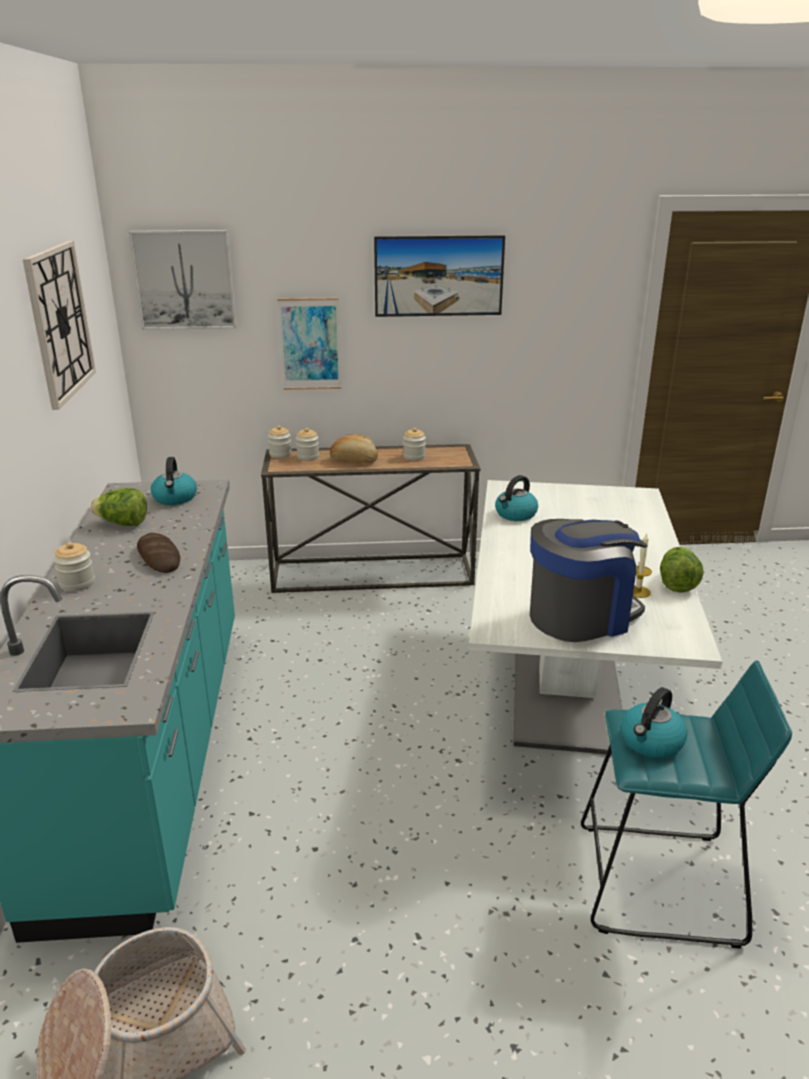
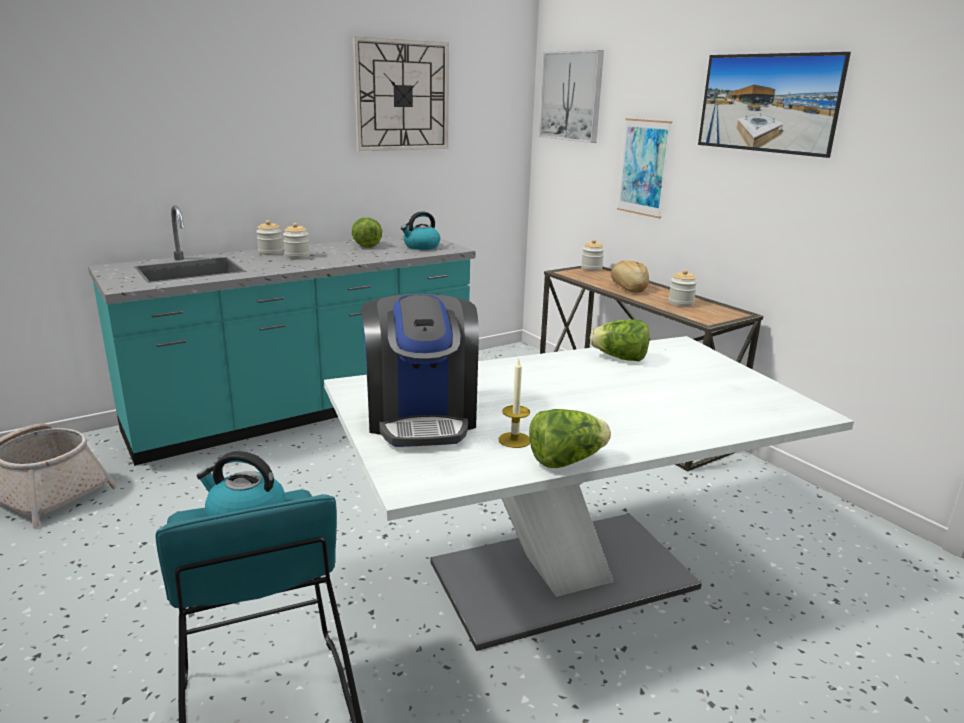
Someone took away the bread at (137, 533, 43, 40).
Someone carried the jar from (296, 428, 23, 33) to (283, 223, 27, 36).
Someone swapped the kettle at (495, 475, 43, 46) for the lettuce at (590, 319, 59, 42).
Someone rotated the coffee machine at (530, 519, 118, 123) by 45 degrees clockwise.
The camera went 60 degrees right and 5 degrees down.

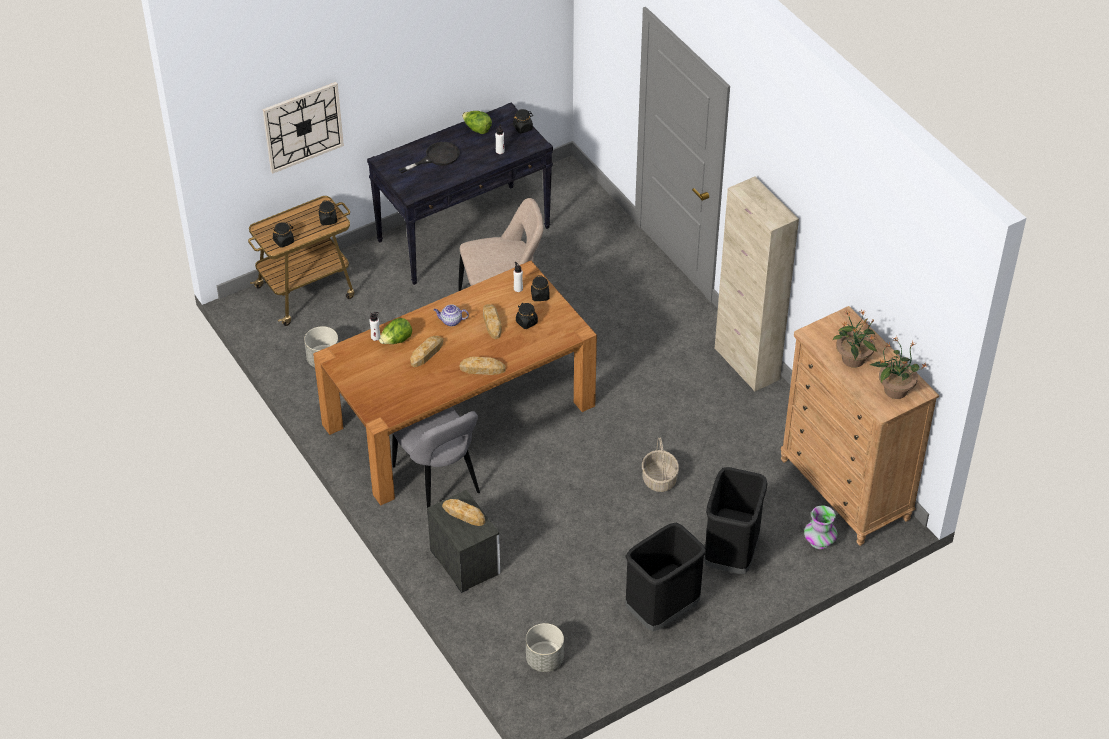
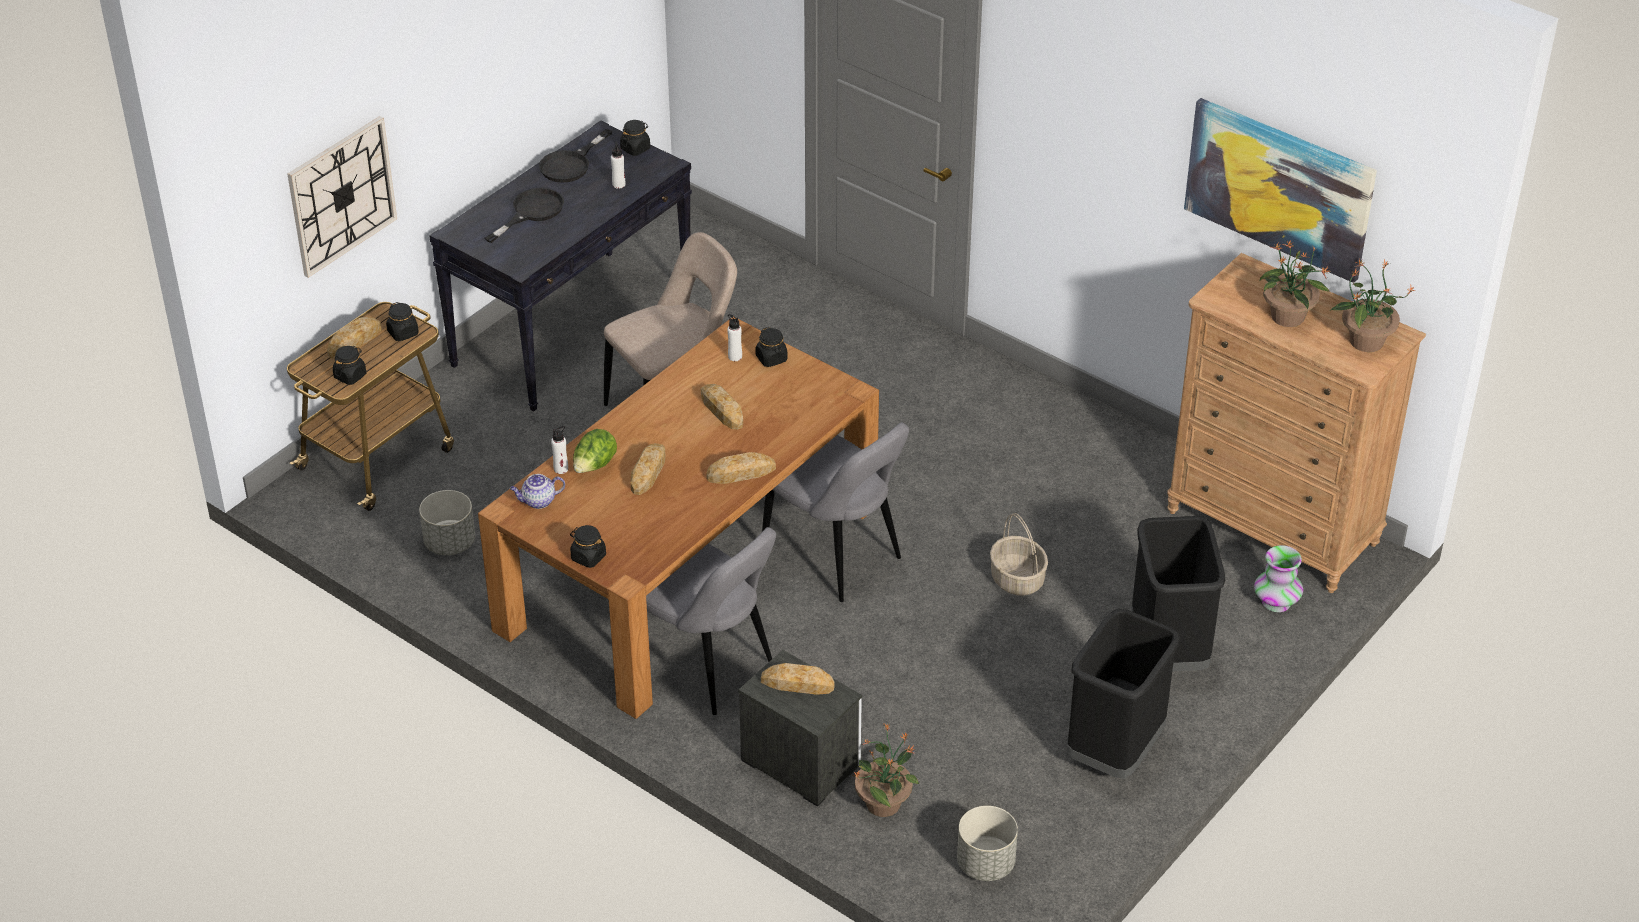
Someone took away the beige cabinet at (715, 177, 84, 215).
Someone put down the bread at (327, 317, 54, 42).
Someone put down the grey chair at (762, 422, 147, 180).
Someone put down the potted plant at (853, 723, 66, 94).
Someone put up the picture at (1184, 98, 193, 185).
Someone carried the teapot from (434, 304, 35, 22) to (510, 474, 55, 35).
Someone carried the black jar from (516, 303, 22, 26) to (570, 525, 36, 43).
Someone swapped the lettuce at (462, 111, 30, 23) for the black frying pan at (539, 129, 73, 54).
The camera went 20 degrees left and 5 degrees down.

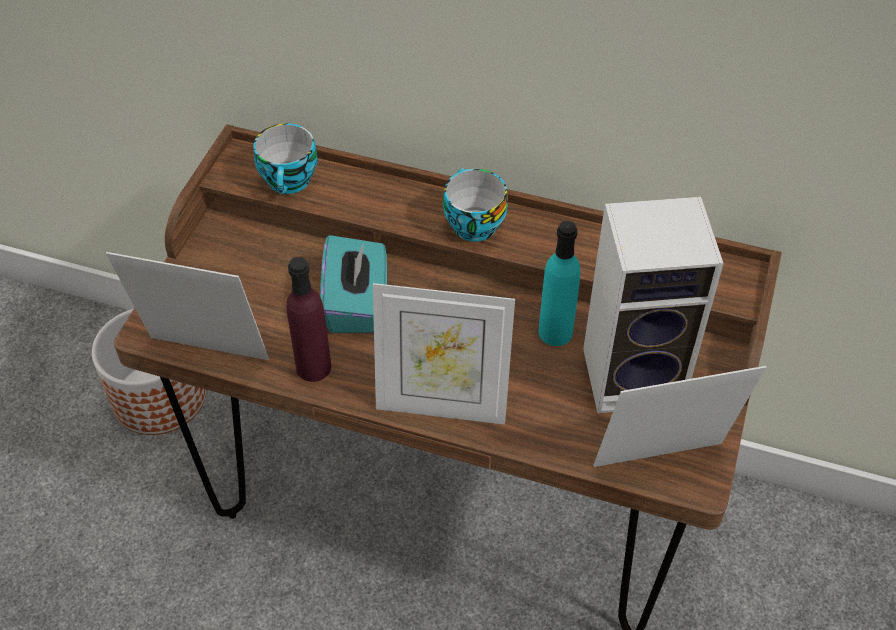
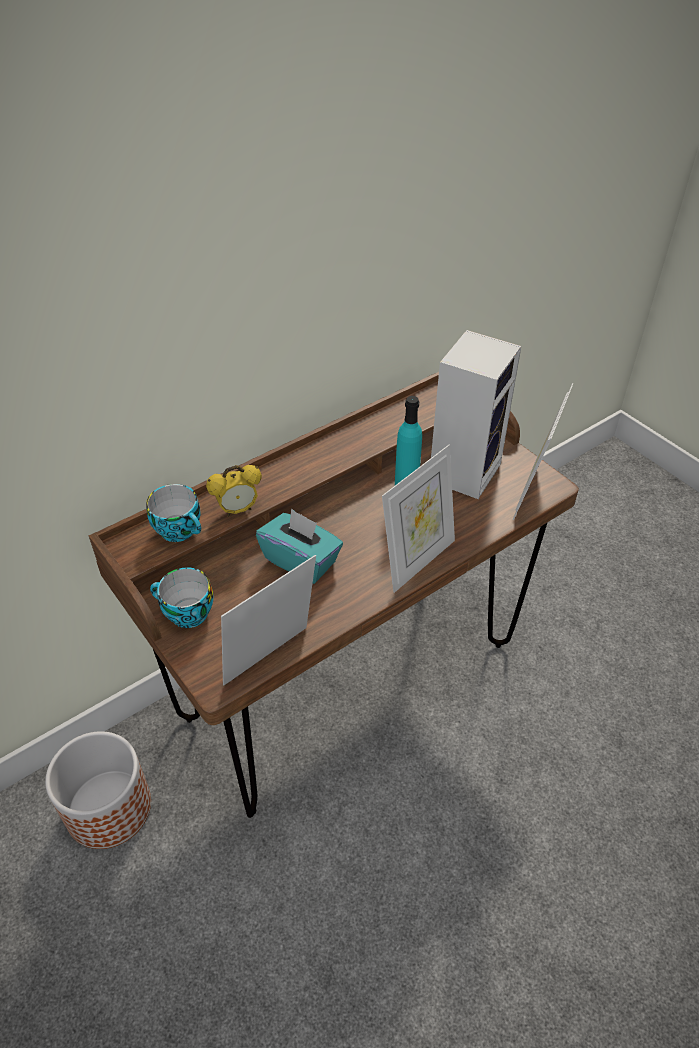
Someone took away the purple bottle at (287, 257, 44, 125).
Someone put down the alarm clock at (206, 465, 56, 52).
Someone carried the cup from (443, 168, 65, 74) to (150, 567, 64, 61).
The camera went 55 degrees left and 5 degrees down.

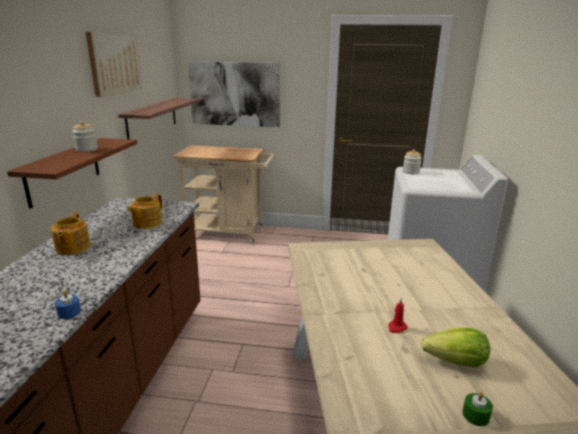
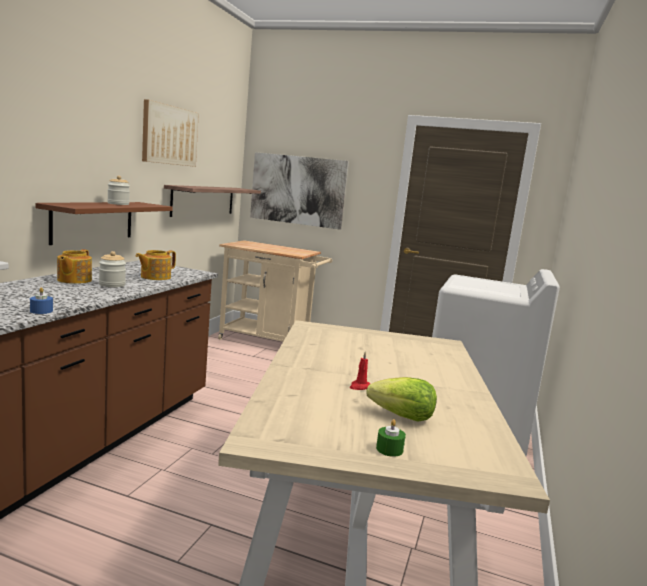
Someone carried the jar from (403, 150, 19, 24) to (99, 251, 27, 36).
The camera went 10 degrees right and 10 degrees down.

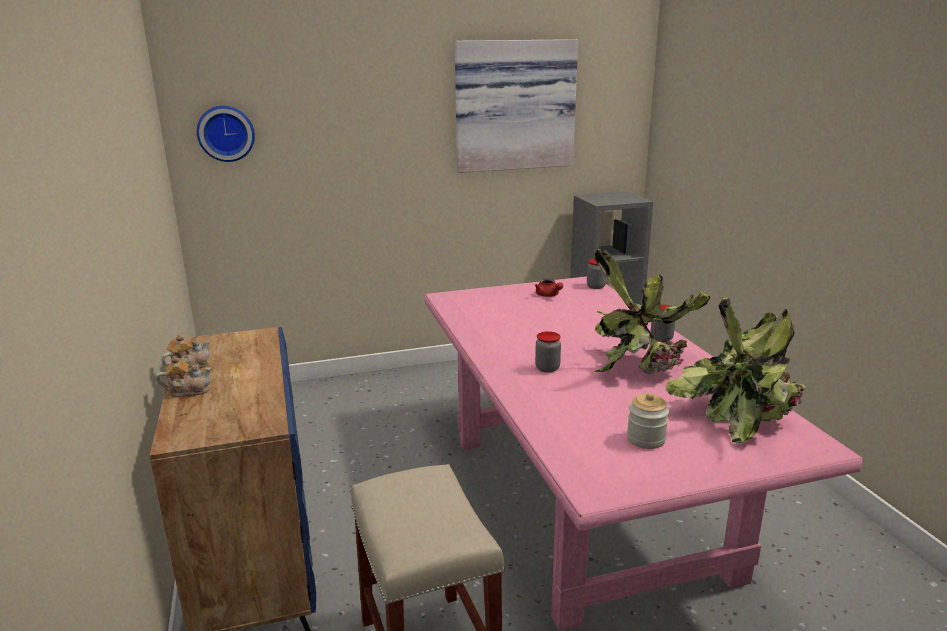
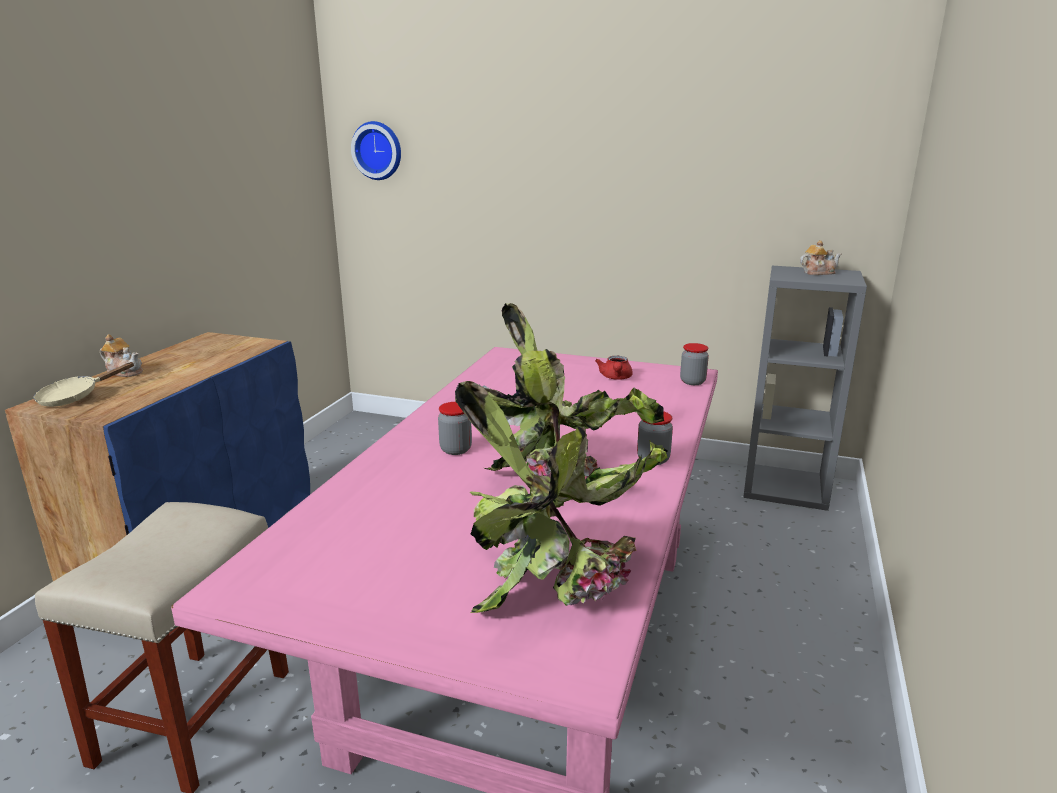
Someone took away the picture at (455, 39, 123, 134).
Someone took away the jar at (627, 393, 42, 56).
Someone put down the beige frying pan at (33, 362, 102, 45).
Someone carried the teapot from (161, 335, 49, 36) to (800, 240, 41, 35).
The camera went 35 degrees right and 0 degrees up.

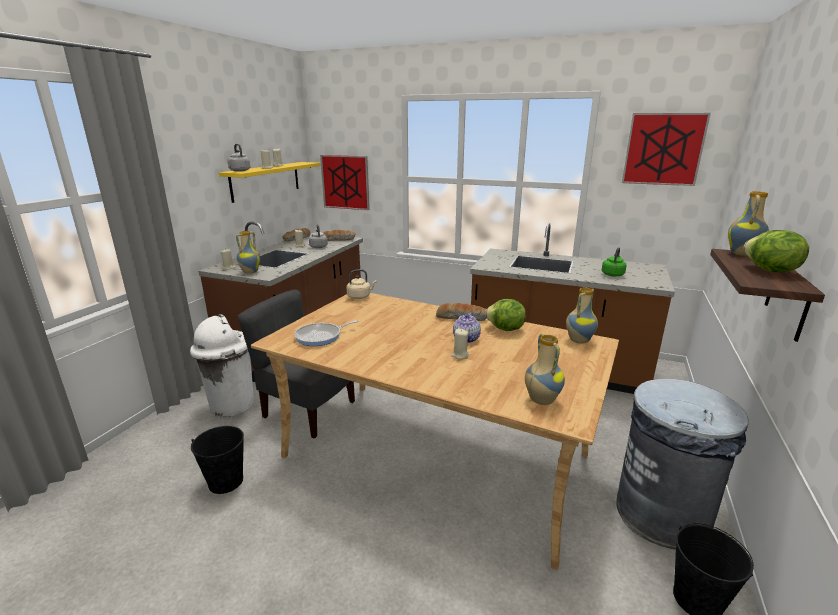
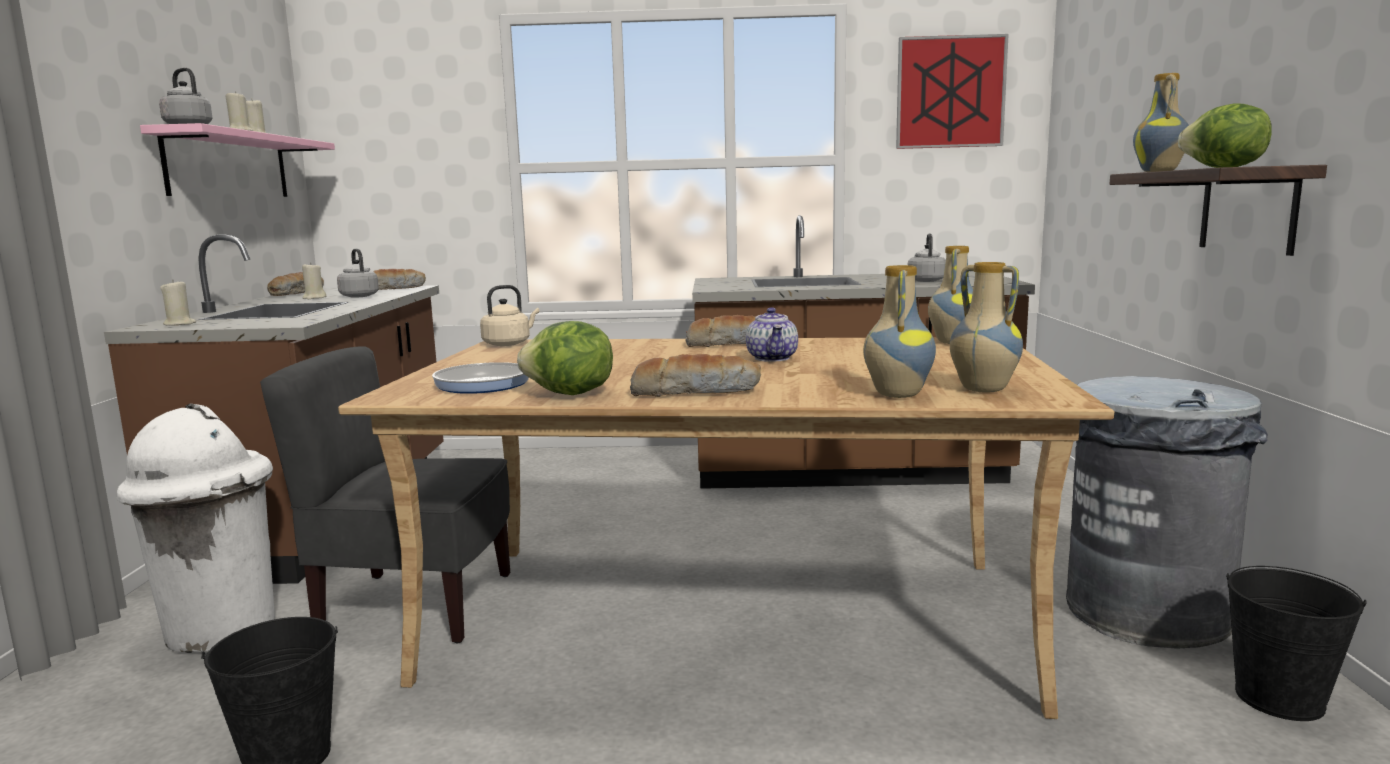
Someone took away the picture at (320, 155, 50, 55).
Someone took away the beige candle at (451, 328, 18, 31).
Someone put down the bread at (630, 354, 131, 43).
Someone carried the vase from (236, 231, 25, 43) to (863, 265, 73, 133).
Someone carried the lettuce from (485, 299, 41, 32) to (517, 321, 96, 74).
Someone repainted the yellow shelf at (219, 162, 101, 41), which became the pink shelf at (140, 123, 195, 74).
Someone repainted the green kettle at (602, 247, 24, 29), which became the grey kettle at (908, 234, 38, 48).
The camera went 20 degrees left and 10 degrees down.

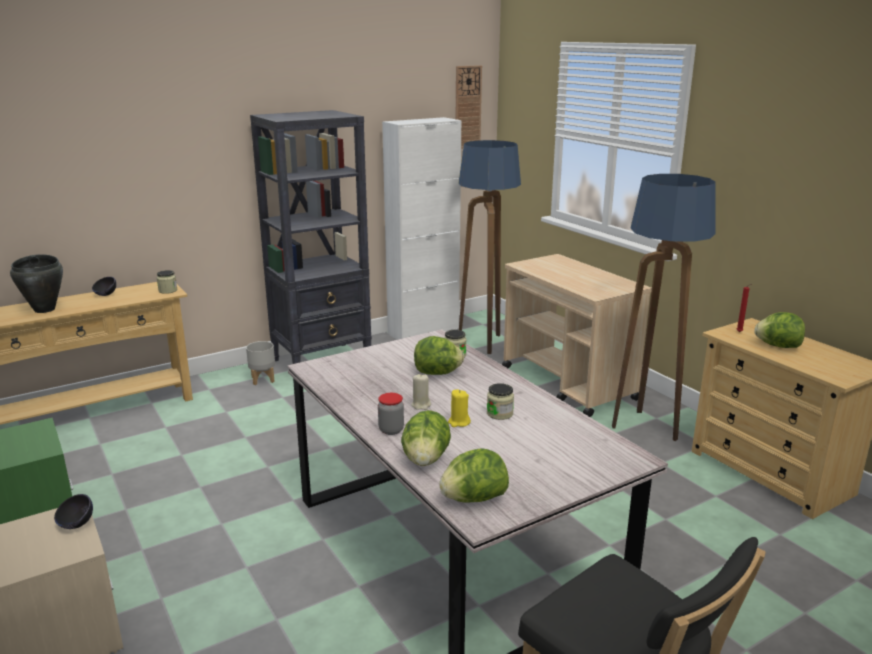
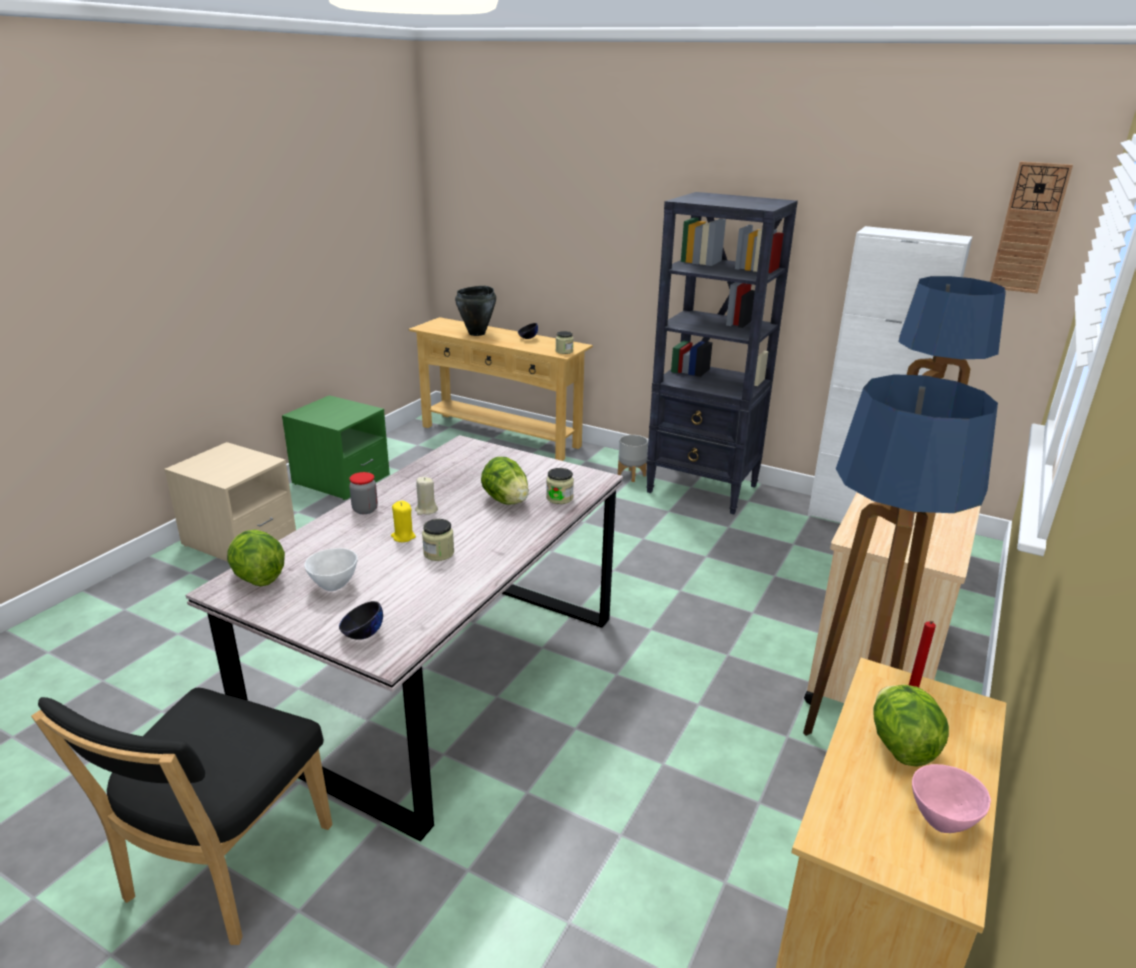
Someone took away the lettuce at (401, 410, 50, 56).
Someone put down the white bowl at (304, 548, 54, 43).
Someone put down the pink bowl at (912, 764, 79, 69).
Someone carried the black bowl from (54, 494, 39, 35) to (339, 601, 44, 39).
The camera went 60 degrees right and 5 degrees up.

